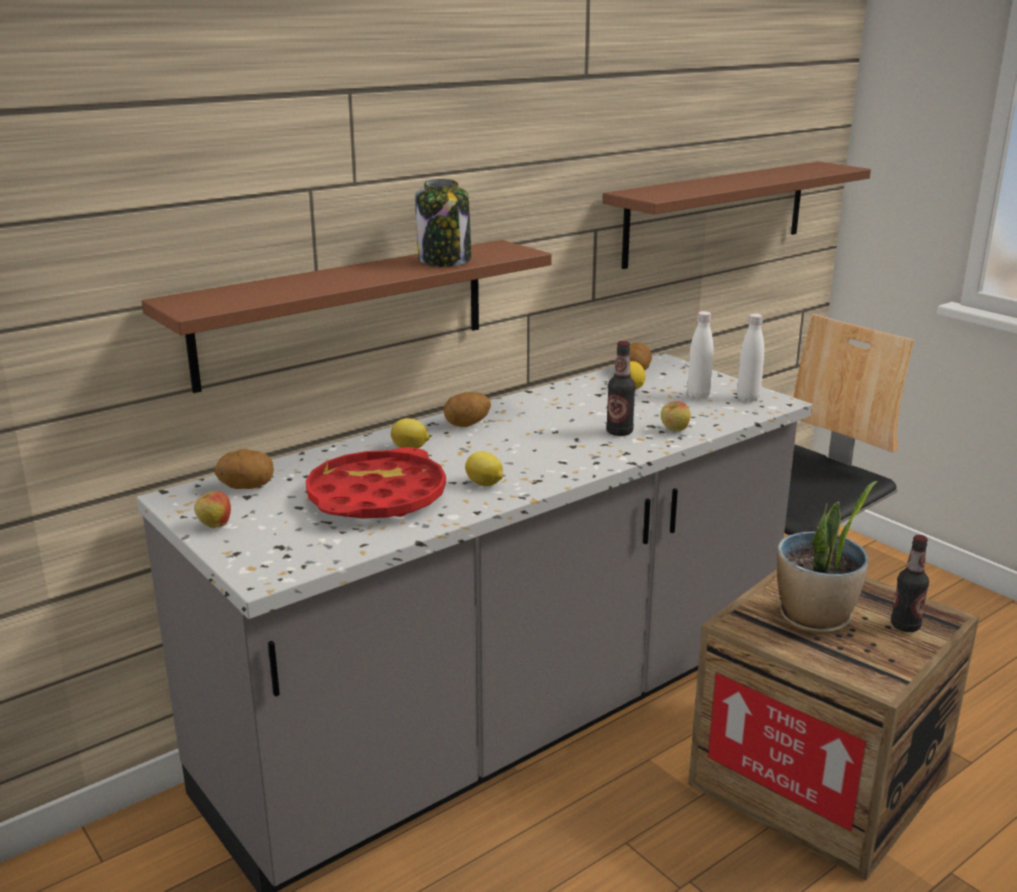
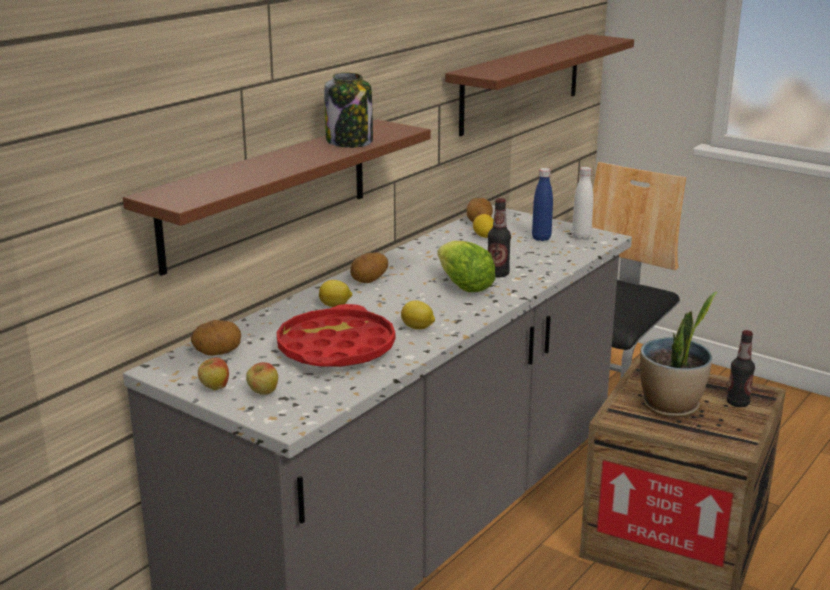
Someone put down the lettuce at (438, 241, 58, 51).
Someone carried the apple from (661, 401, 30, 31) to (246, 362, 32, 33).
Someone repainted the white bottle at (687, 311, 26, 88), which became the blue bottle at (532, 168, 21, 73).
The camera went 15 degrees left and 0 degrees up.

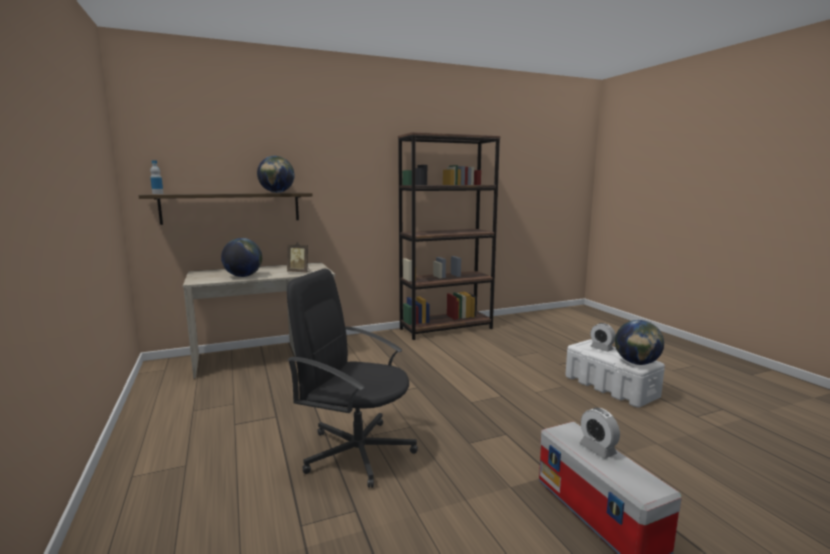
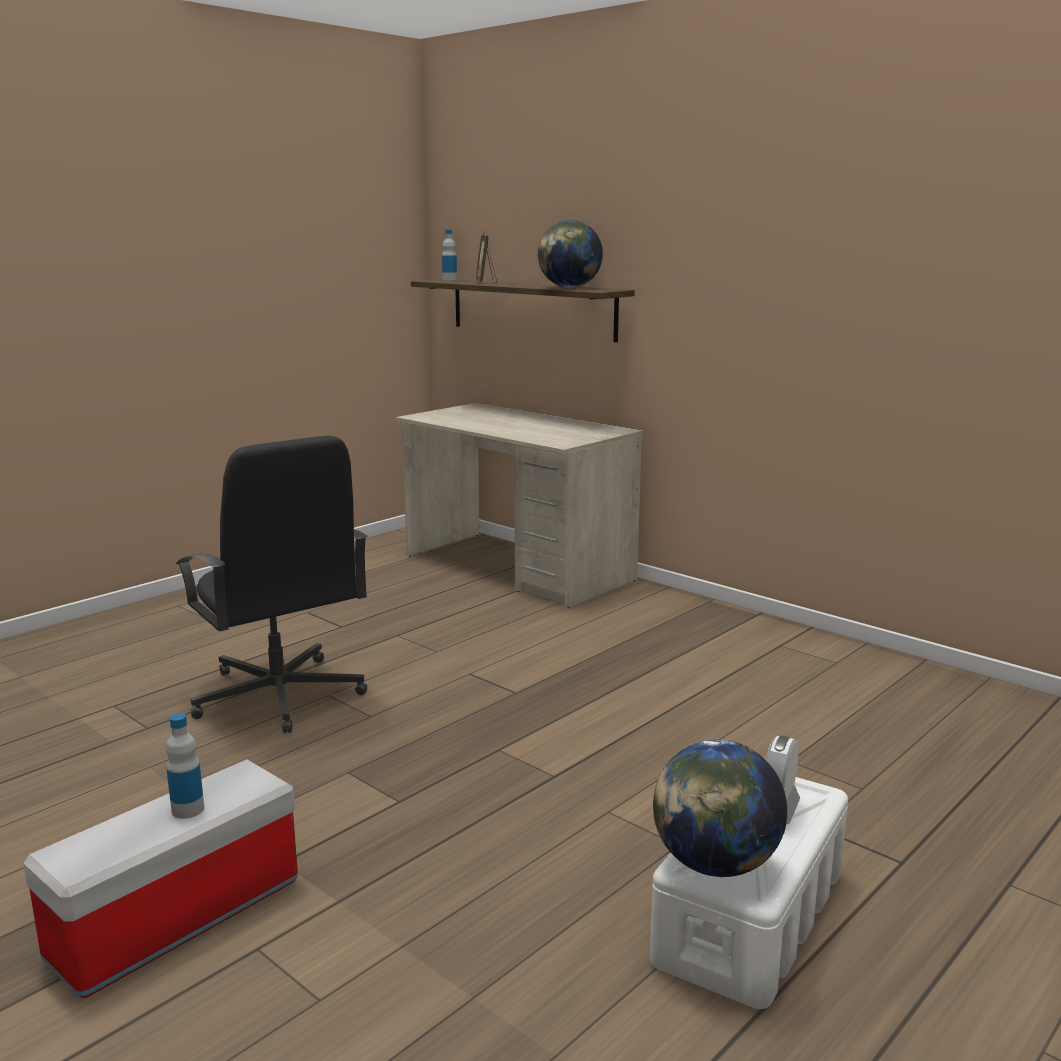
Someone took away the globe at (221, 238, 41, 39).
Someone took away the brown bookcase at (398, 132, 102, 208).
Someone carried the picture frame from (287, 242, 22, 30) to (475, 230, 22, 54).
Someone swapped the alarm clock at (580, 408, 40, 51) for the bottle at (166, 713, 38, 106).
Someone rotated the black office chair at (287, 269, 131, 219) by 150 degrees clockwise.
The camera went 65 degrees right and 5 degrees up.

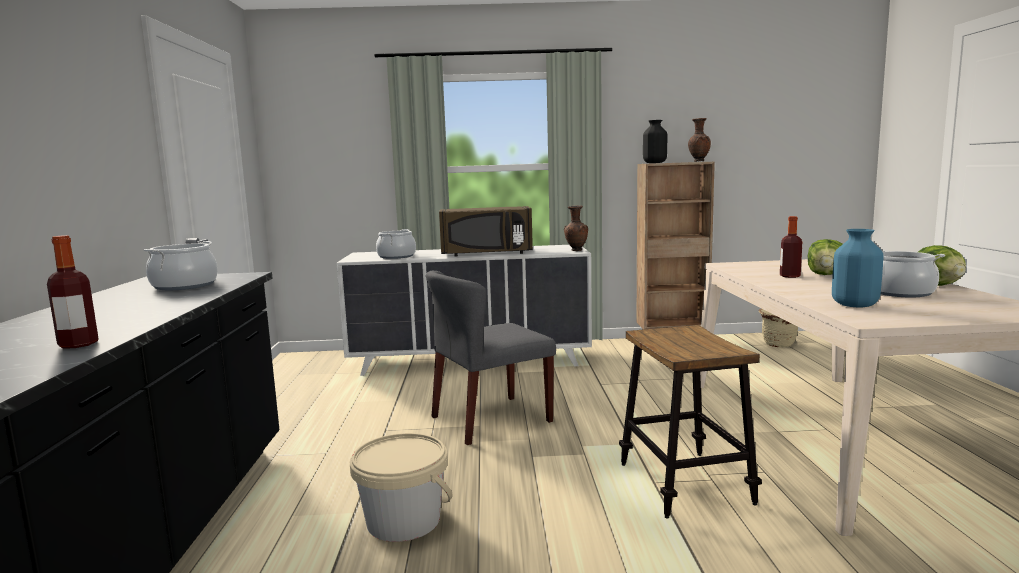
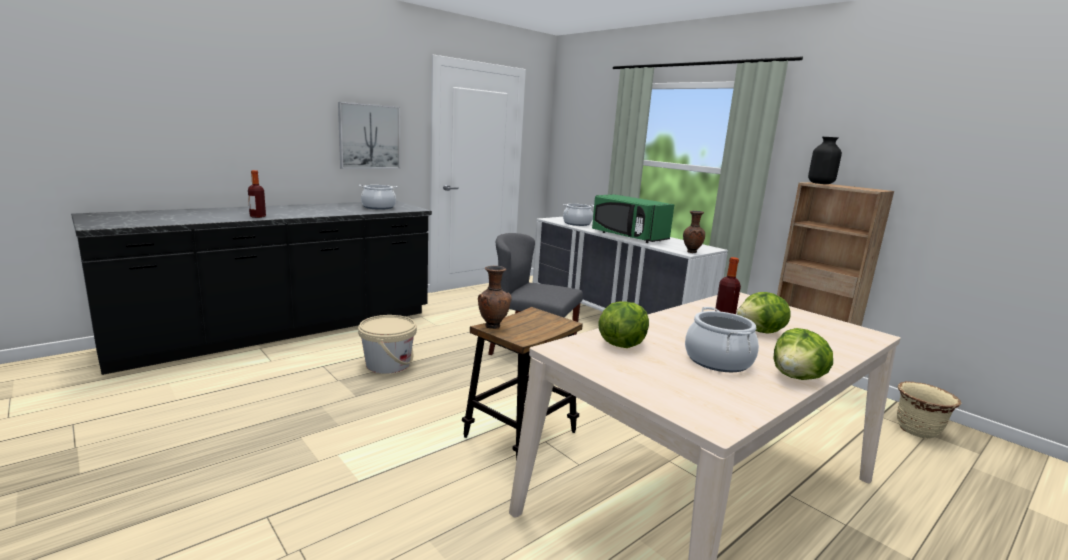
Someone put up the picture at (338, 102, 62, 67).
Someone carried the brown vase from (688, 118, 23, 44) to (478, 266, 34, 63).
Someone swapped the blue vase at (832, 229, 52, 78) for the lettuce at (598, 301, 51, 47).
Someone repainted the brown microwave at (439, 206, 94, 51), which became the green microwave at (592, 194, 82, 49).
The camera went 50 degrees right and 5 degrees up.

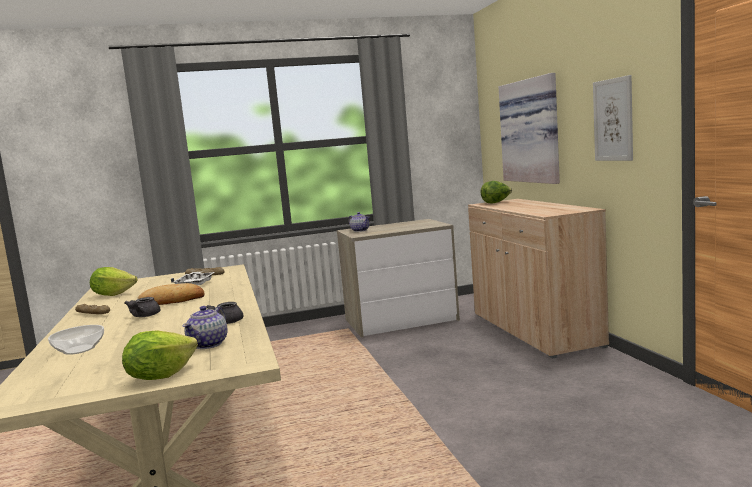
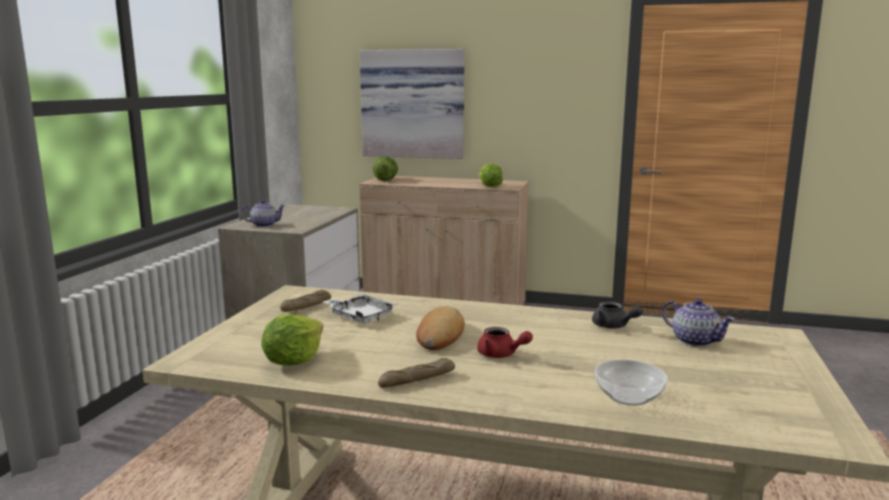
Someone took away the picture at (593, 75, 40, 86).
Someone carried the lettuce from (122, 330, 76, 50) to (480, 163, 23, 24).
Someone repainted the grey teapot at (124, 297, 37, 20), which became the red teapot at (477, 327, 56, 31).
The camera went 60 degrees left and 5 degrees up.

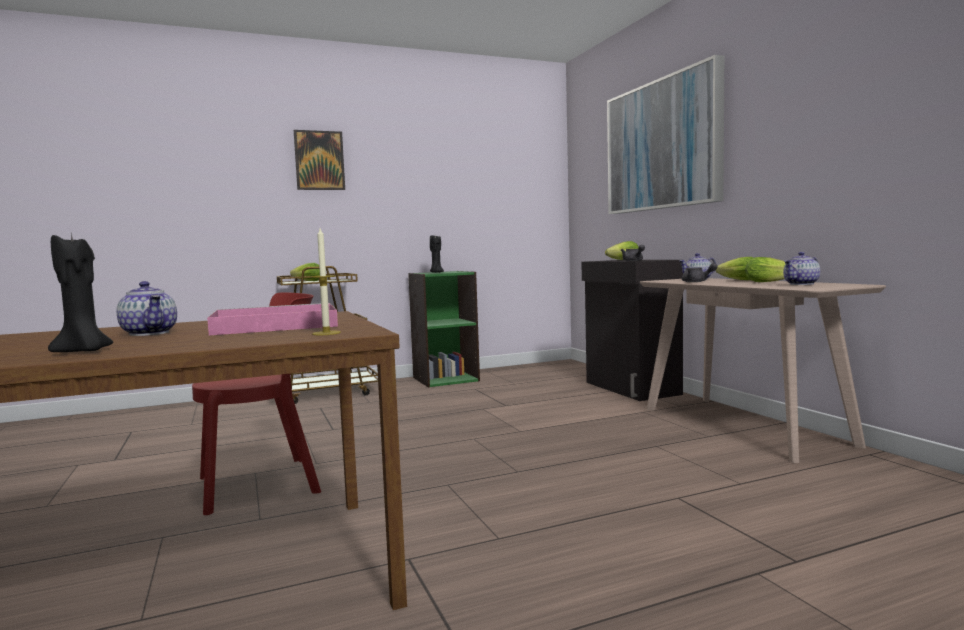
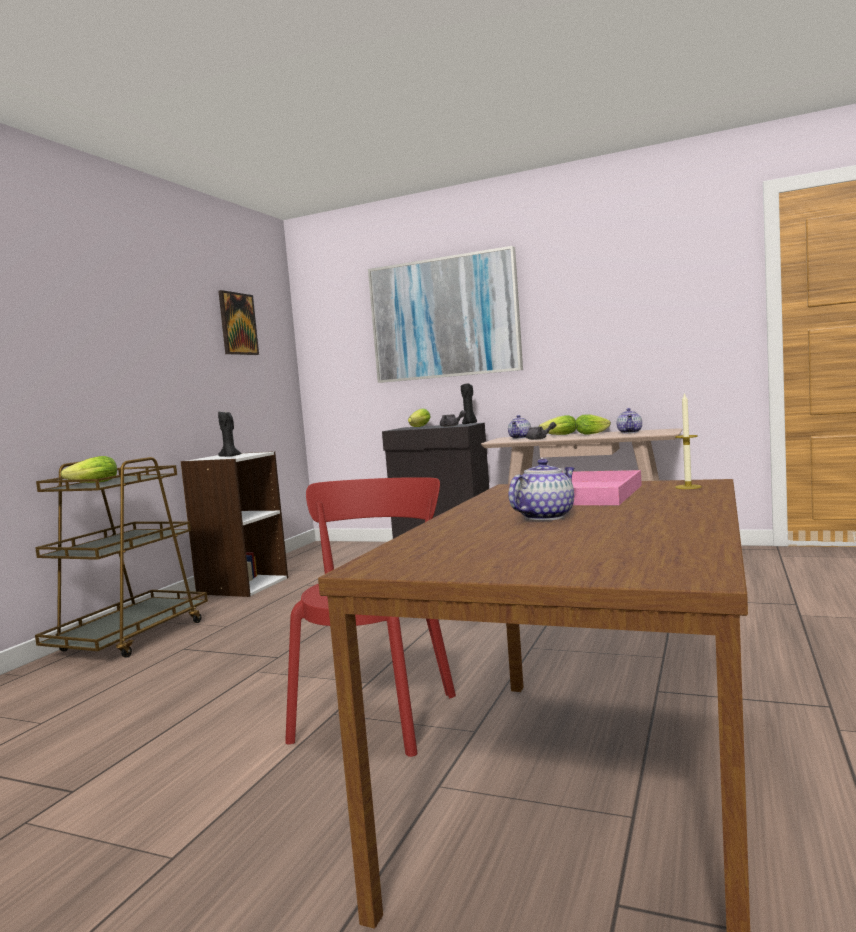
Someone carried the black candle from (48, 232, 65, 120) to (461, 383, 16, 41).
Someone carried the picture from (294, 130, 51, 60) to (218, 290, 41, 65).
Someone repainted the green bookcase at (408, 271, 72, 116), which became the white bookcase at (181, 451, 107, 146).
Someone rotated the teapot at (117, 281, 60, 55) by 45 degrees counterclockwise.
The camera went 45 degrees left and 0 degrees up.

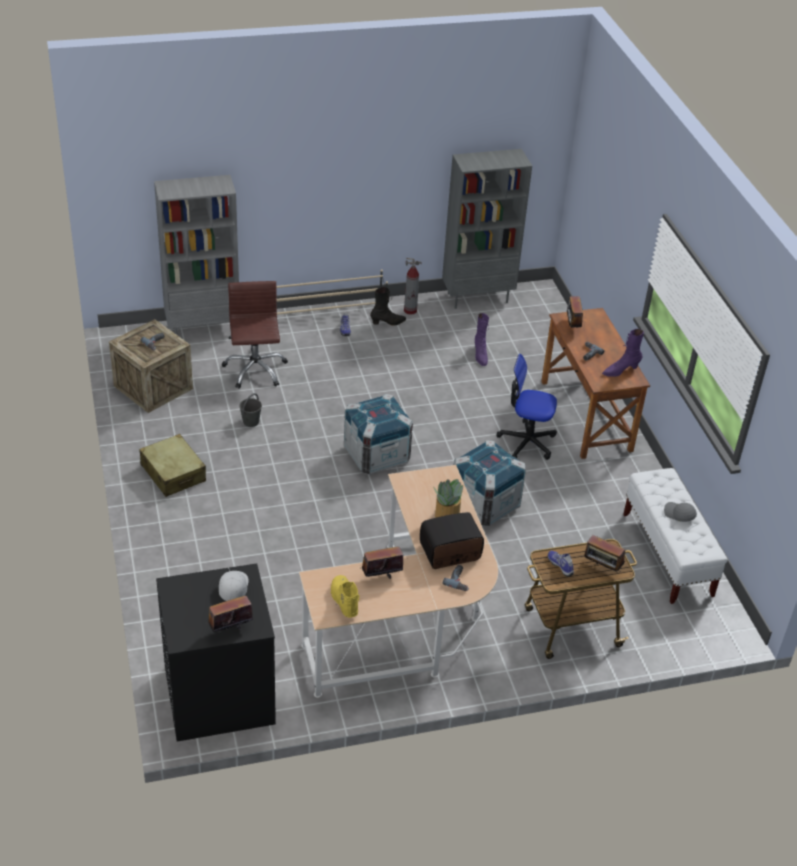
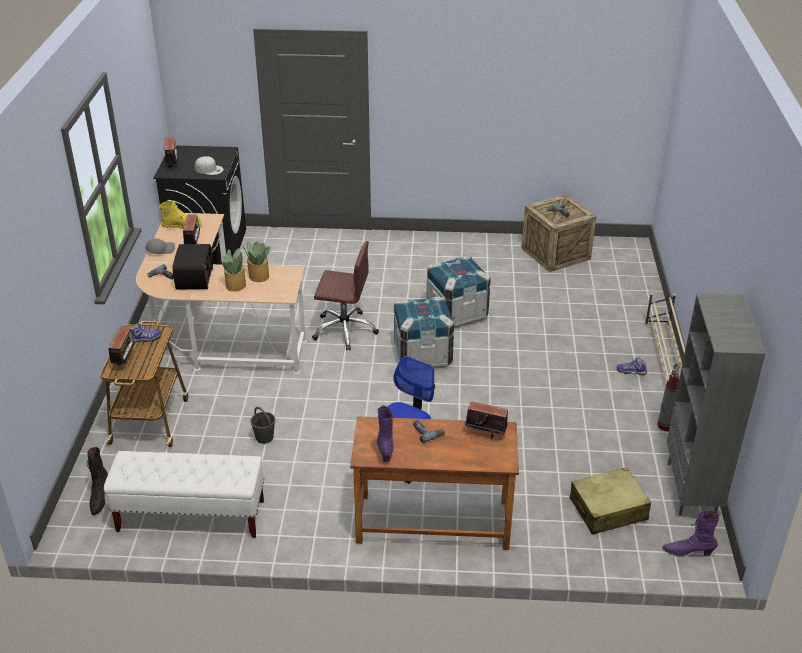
Someone took away the grey bookcase at (154, 175, 85, 160).
Someone put down the potted plant at (243, 241, 27, 41).
Someone carried the beige suitcase from (139, 434, 67, 63) to (570, 467, 81, 68).
Someone carried the brown office chair from (222, 281, 66, 108) to (312, 241, 67, 110).
Someone carried the grey bucket from (239, 393, 23, 34) to (250, 407, 25, 37).
Someone carried the black boot from (370, 287, 36, 39) to (87, 447, 21, 68).
Someone carried the crate from (454, 440, 72, 86) to (426, 256, 65, 72).
Someone carried the purple boot from (475, 313, 14, 53) to (662, 510, 57, 47).
Someone carried the grey cap from (664, 502, 33, 20) to (145, 238, 30, 16).
Someone rotated the radio at (584, 535, 41, 37) by 135 degrees clockwise.
The camera went 110 degrees right and 5 degrees down.

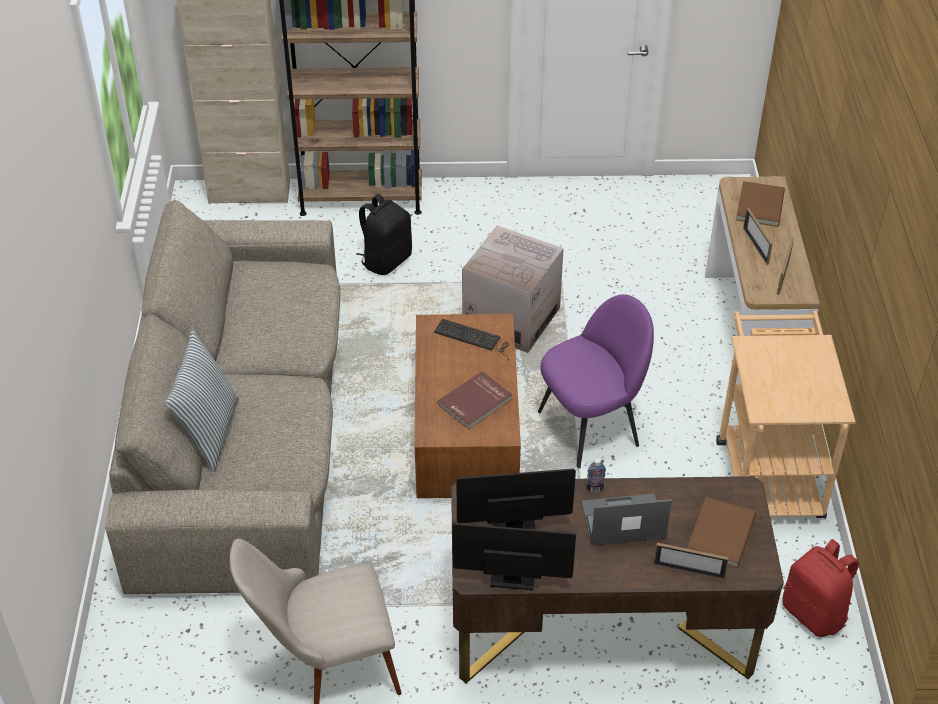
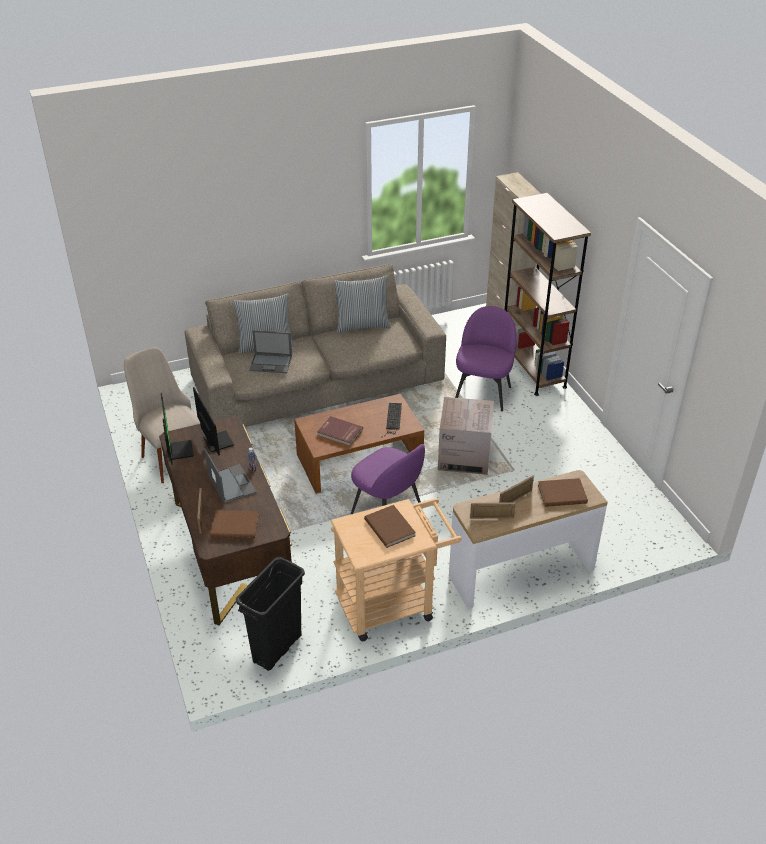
Someone put down the laptop at (249, 330, 43, 43).
Someone put down the pillow at (334, 275, 57, 58).
Someone put down the brown book at (364, 505, 52, 43).
Someone swapped the black backpack at (356, 194, 56, 81) for the purple chair at (455, 306, 62, 105).
Someone swapped the red backpack at (782, 539, 77, 98) for the black trash can at (236, 557, 69, 114).
The camera went 70 degrees right and 5 degrees down.

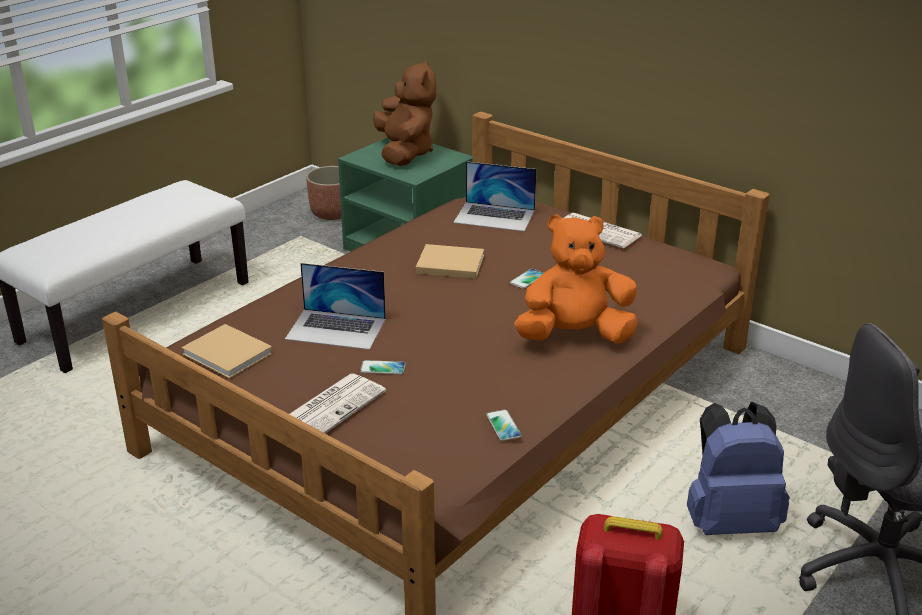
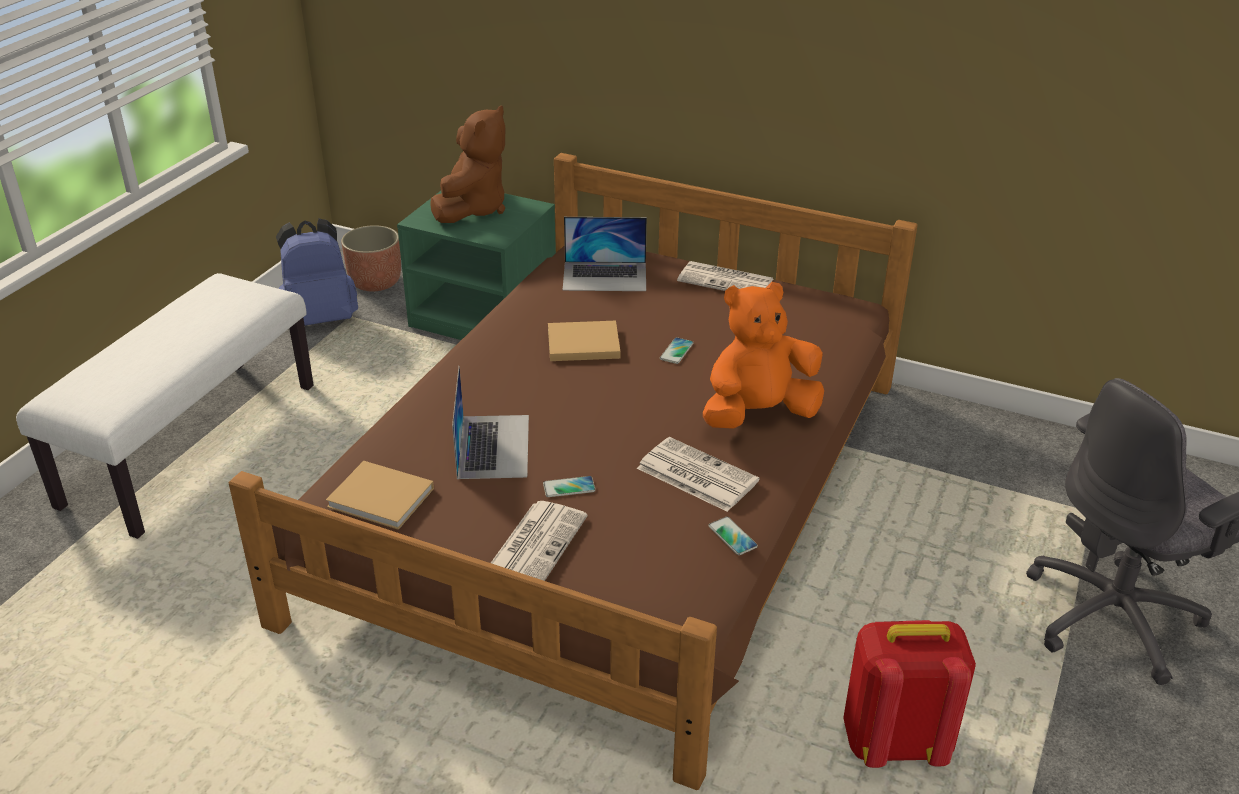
Someone put down the newspaper at (637, 437, 122, 75).
Someone carried the blue backpack from (687, 401, 103, 134) to (276, 219, 82, 107).
Someone rotated the laptop at (285, 263, 101, 87) by 90 degrees counterclockwise.
Someone rotated the brown plush toy at (373, 59, 63, 107) by 45 degrees clockwise.
The camera went 15 degrees left and 5 degrees up.

